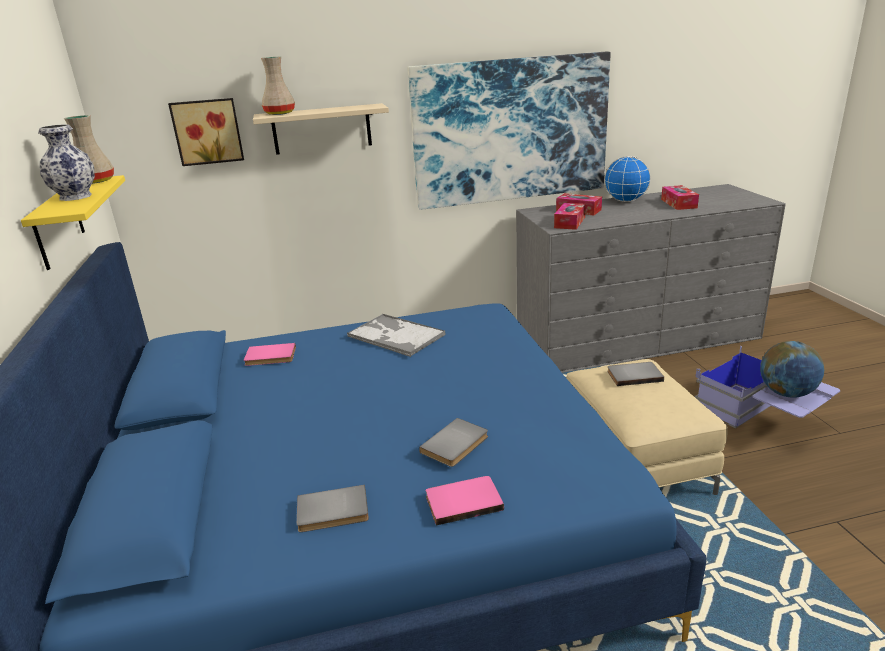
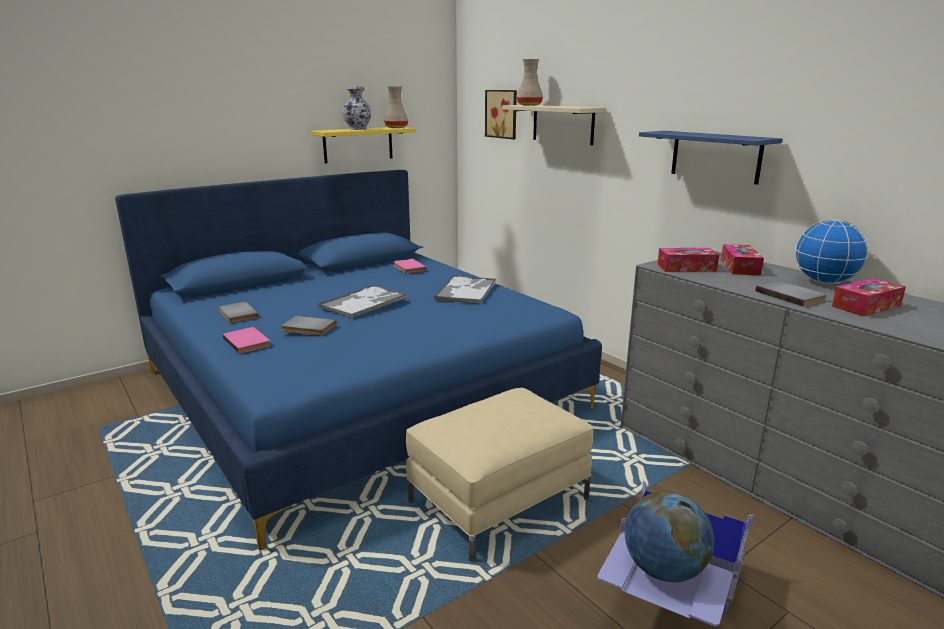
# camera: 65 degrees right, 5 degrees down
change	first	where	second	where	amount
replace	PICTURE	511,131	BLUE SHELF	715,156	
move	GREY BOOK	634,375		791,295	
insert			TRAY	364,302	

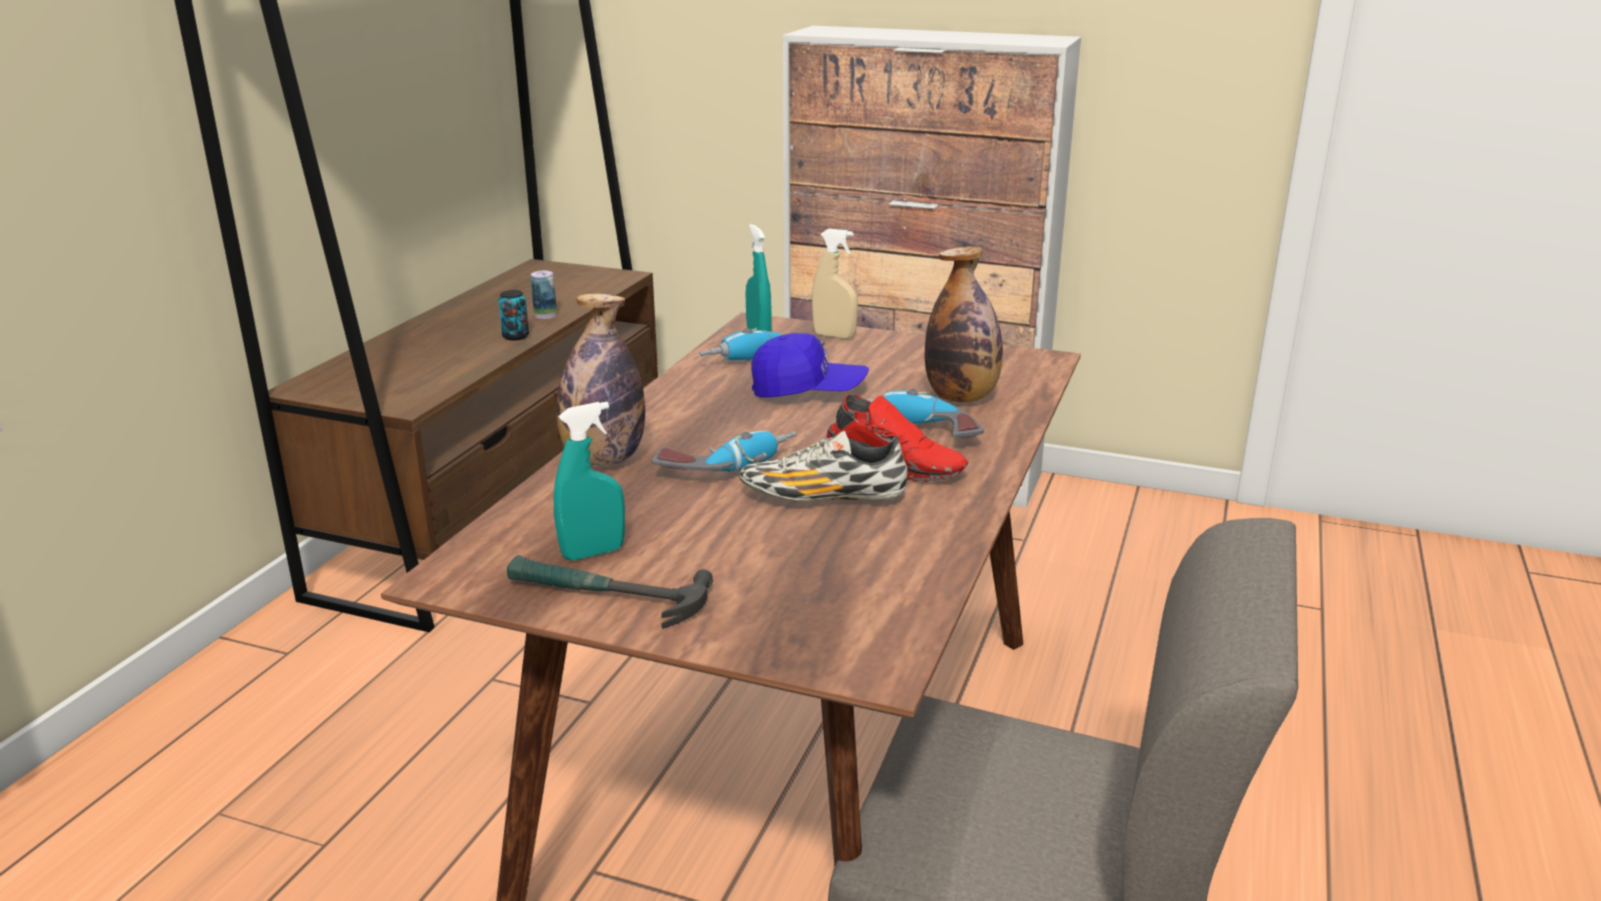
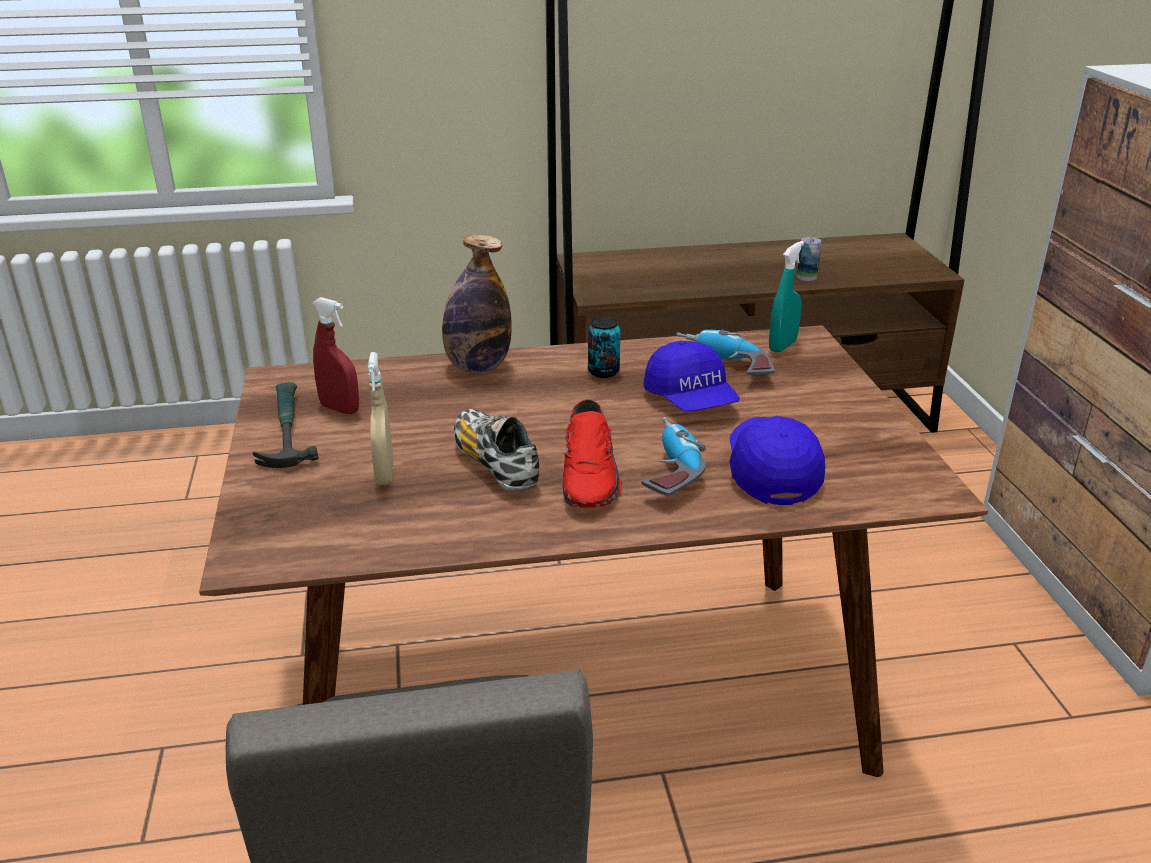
# camera: 60 degrees right, 5 degrees up
change	first	where	second	where	amount
move	CAN	515,336		603,372	
recolor	TURQUOISE SPRAY BOTTLE	593,553	RED SPRAY BOTTLE	340,409	
delete	POWER DRILL	727,466			
move	BEIGE SPRAY BOTTLE	834,336		384,474	
replace	BOTTLE	961,397	BLUE CAP	771,472	

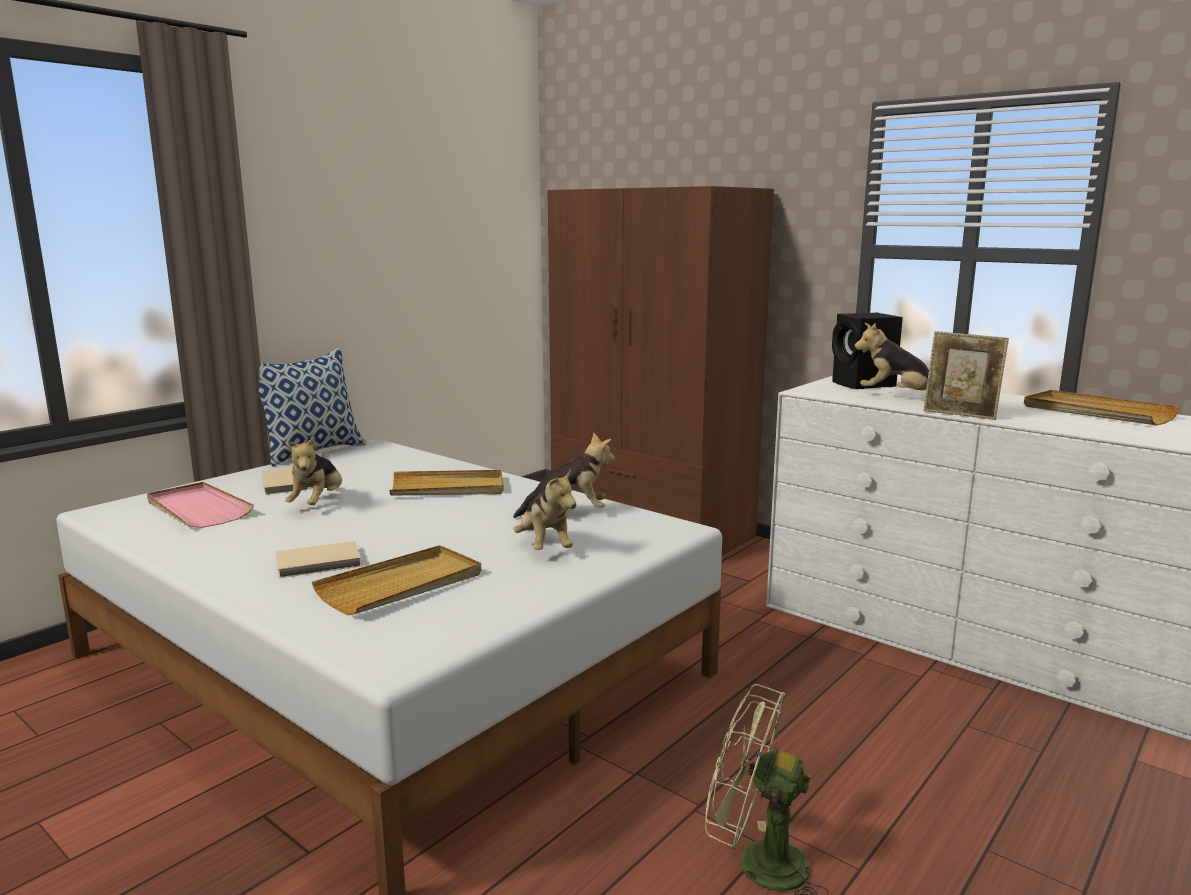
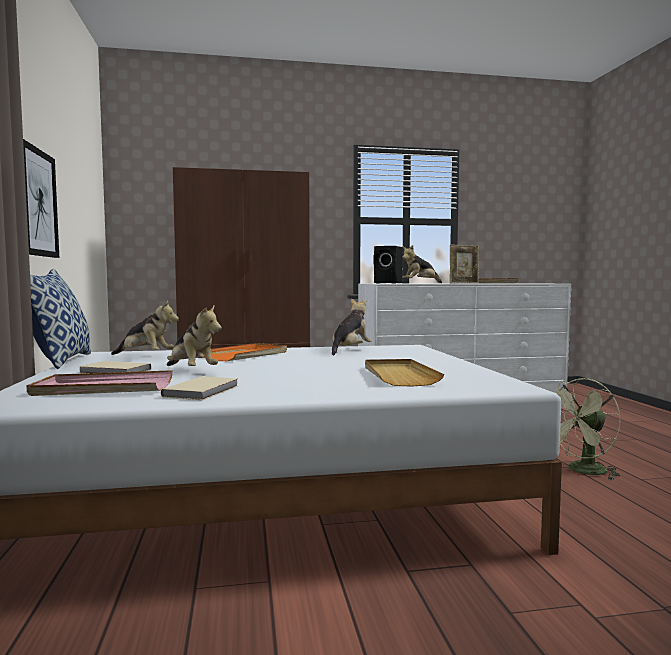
# camera: 50 degrees left, 10 degrees down
change	first	where	second	where	amount
move	BEIGE BOOK	320,563		203,391	
recolor	BEIGE TRAY	448,488	ORANGE TRAY	246,355	
move	PLUSH TOY	544,546		145,356	
insert			PICTURE	36,203	

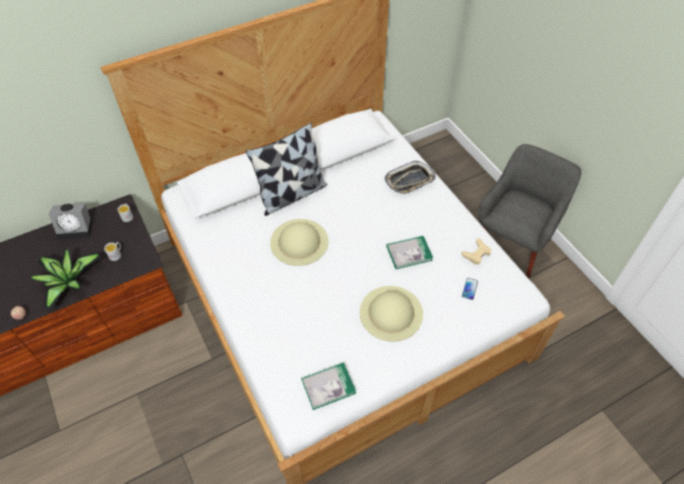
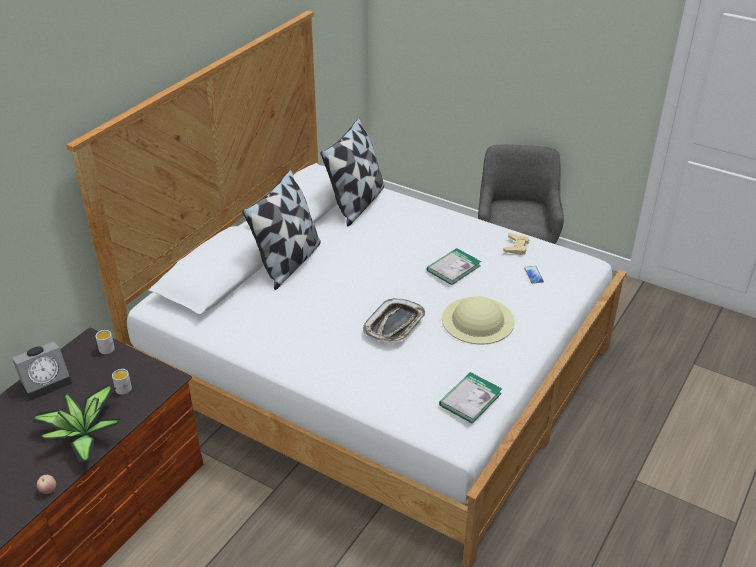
# camera: 30 degrees left, 15 degrees down
change	first	where	second	where	amount
delete	BEIGE HAT	299,241			
move	TRAY	409,180		395,325	
insert			PILLOW	356,204	

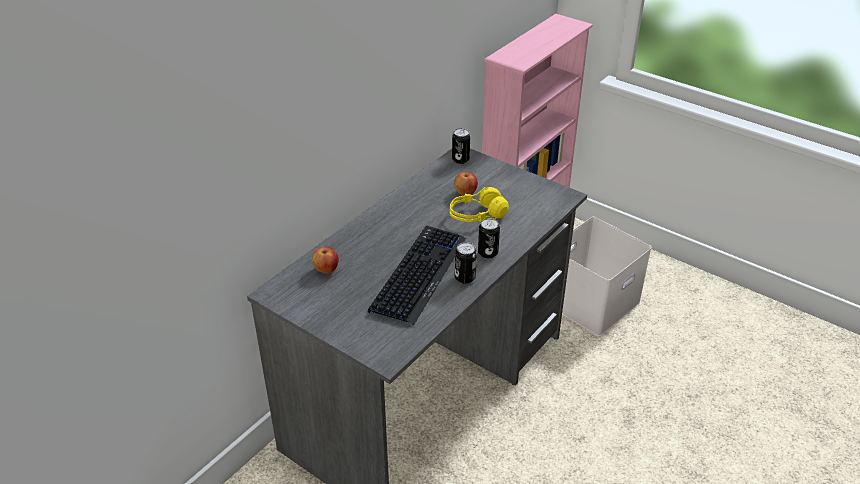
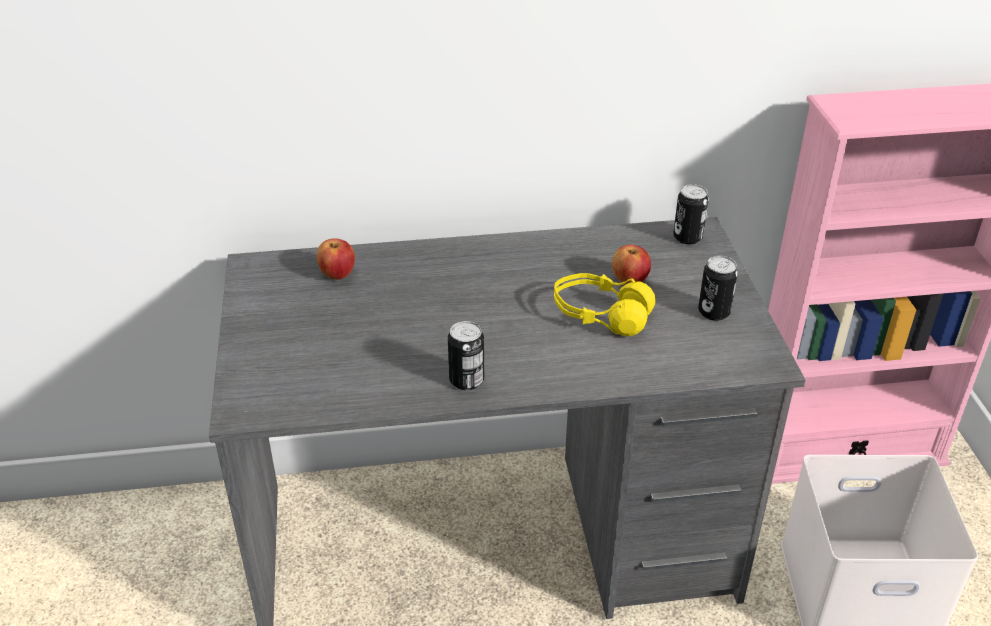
# camera: 45 degrees right, 0 degrees up
change	first	where	second	where	amount
delete	KEYBOARD	419,274			
move	CAN	488,253		714,312	

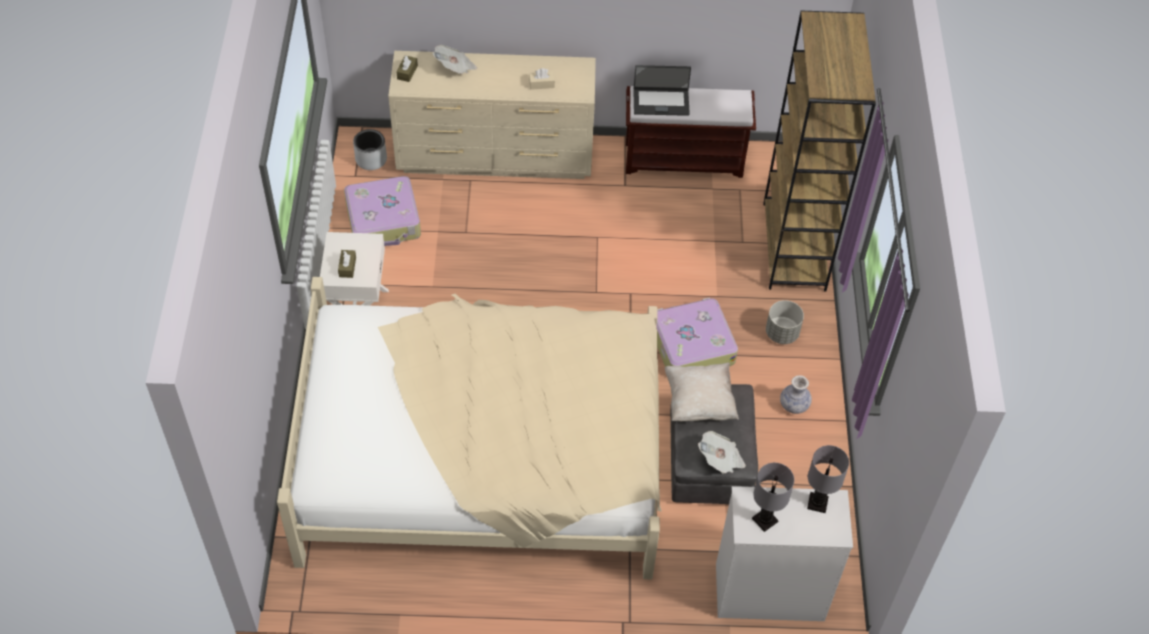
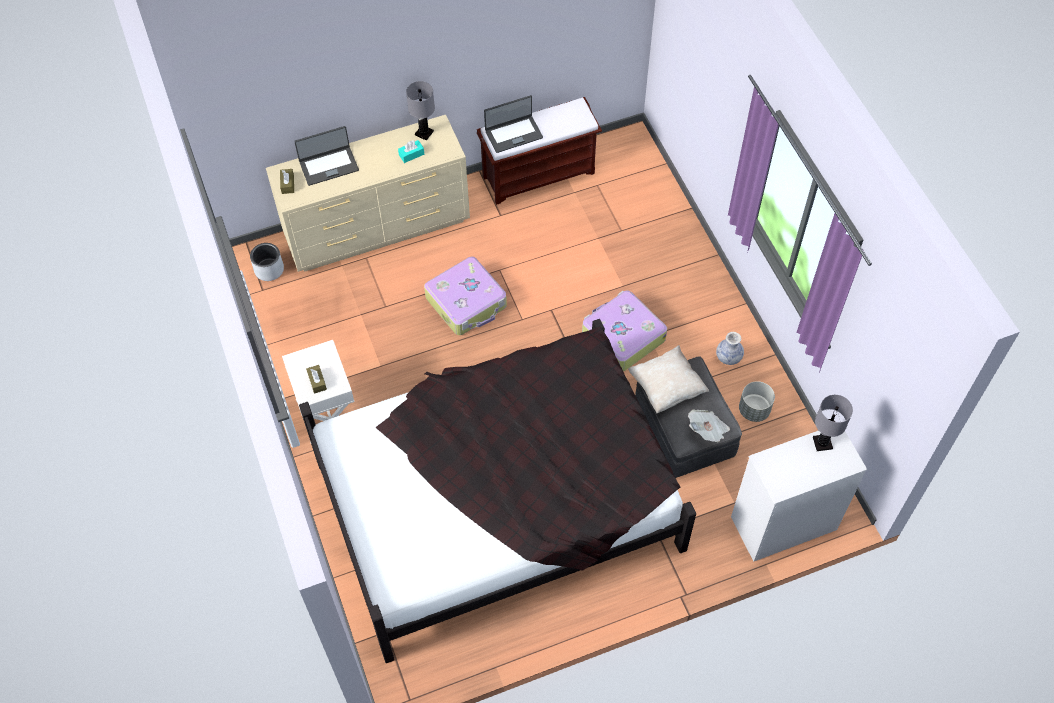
# camera: 20 degrees left, 5 degrees up
change	first	where	second	where	amount
recolor	BEIGE BED	484,458	BLACK BED	499,501	
move	SUITCASE	384,221		467,302	
replace	NEWSPAPER	455,68	LAPTOP	328,165	
recolor	BEIGE TISSUE BOX	541,84	TURQUOISE TISSUE BOX	411,154	
move	GREY TABLE LAMP	764,520		424,133	
delete	BROWN BOOKCASE	794,247			
move	GREY PLANTER	782,333		754,410	

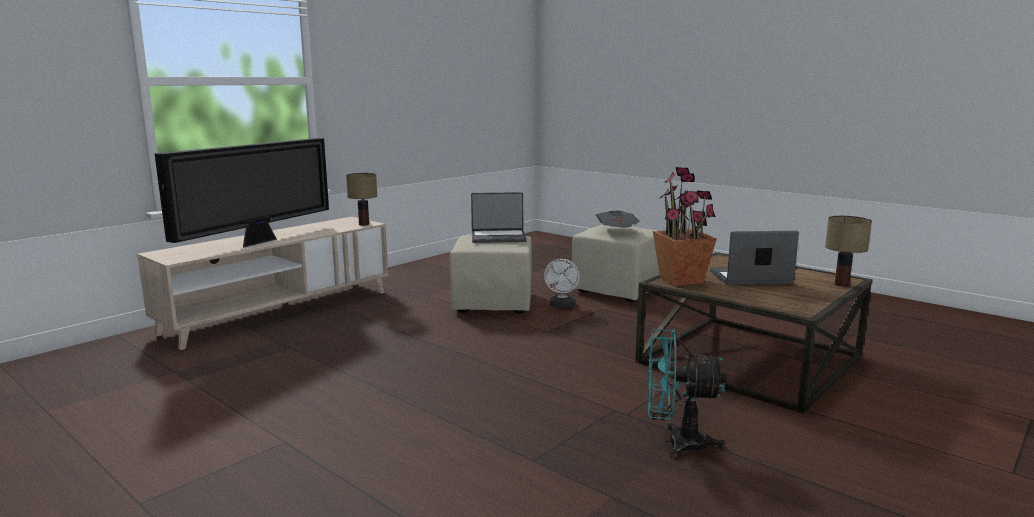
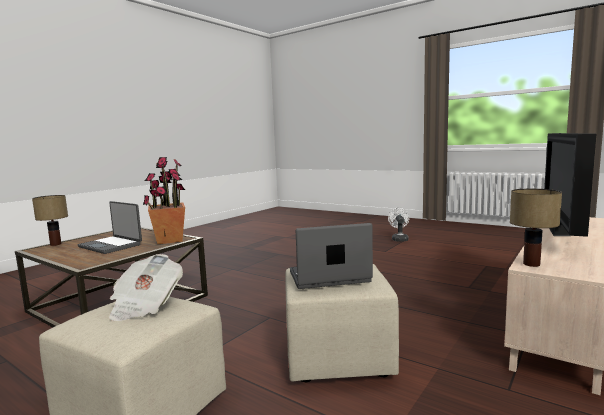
# camera: 175 degrees right, 5 degrees down
change	first	where	second	where	amount
move	WHITE FAN	562,306		399,239	
delete	TURQUOISE FAN	676,443			
rotate	LAPTOP	750,278		111,245	45 degrees clockwise

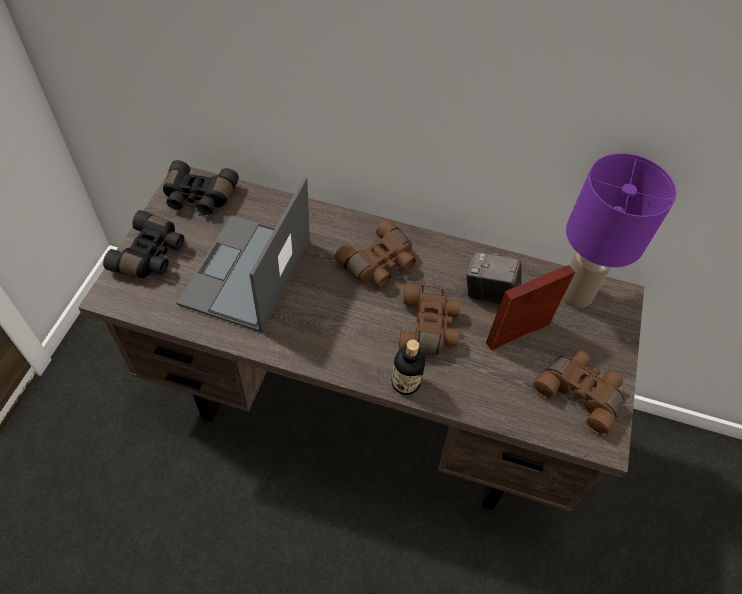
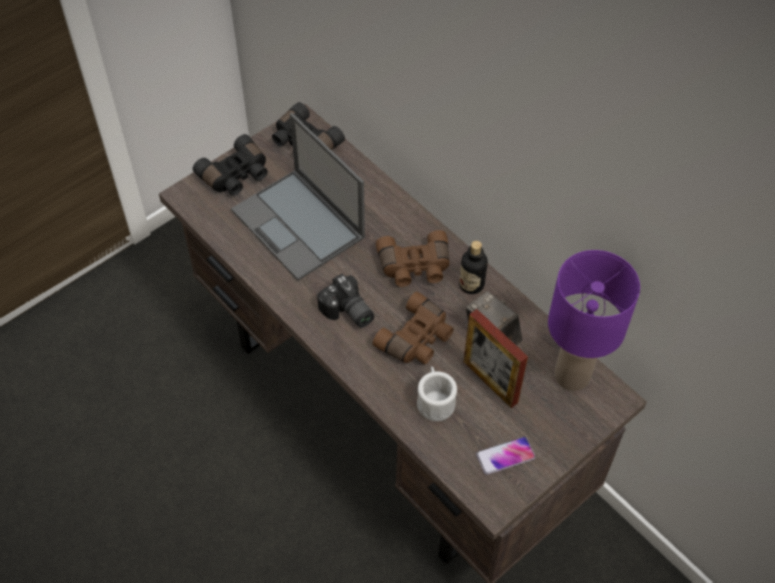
# camera: 35 degrees right, 0 degrees up
change	first	where	second	where	amount
rotate	LAPTOP	246,273		299,225	90 degrees counterclockwise
move	BOTTLE	405,383		471,284	
rotate	PICTURE FRAME	517,333		490,382	135 degrees counterclockwise
replace	BROWN BINOCULARS	580,393	PHONE	505,456	
insert			PHOTO CAMERA	347,312	
insert			WHITE MUG	435,400	

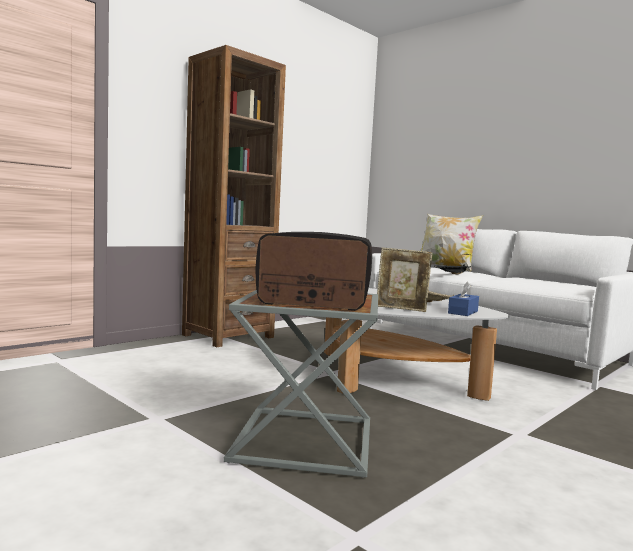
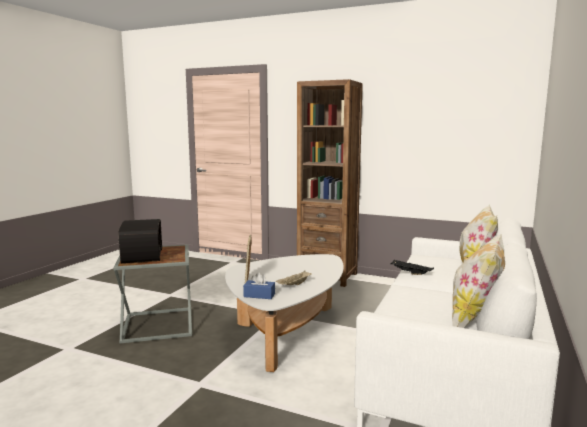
# camera: 70 degrees right, 5 degrees up
change	first	where	second	where	amount
insert			PILLOW	475,320	

